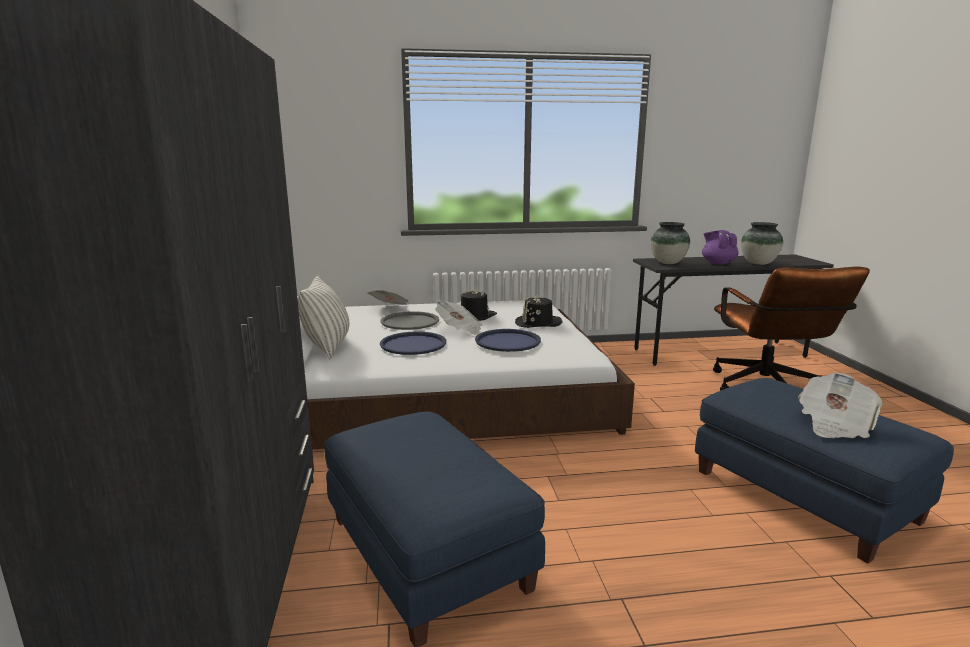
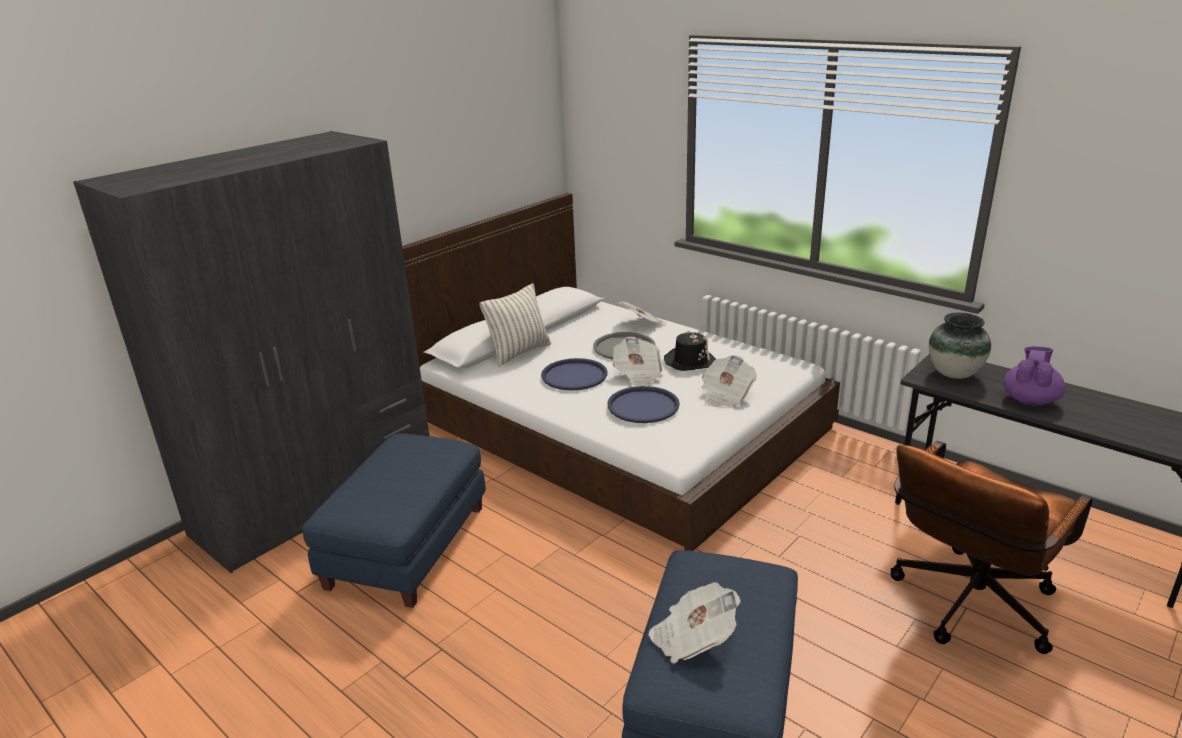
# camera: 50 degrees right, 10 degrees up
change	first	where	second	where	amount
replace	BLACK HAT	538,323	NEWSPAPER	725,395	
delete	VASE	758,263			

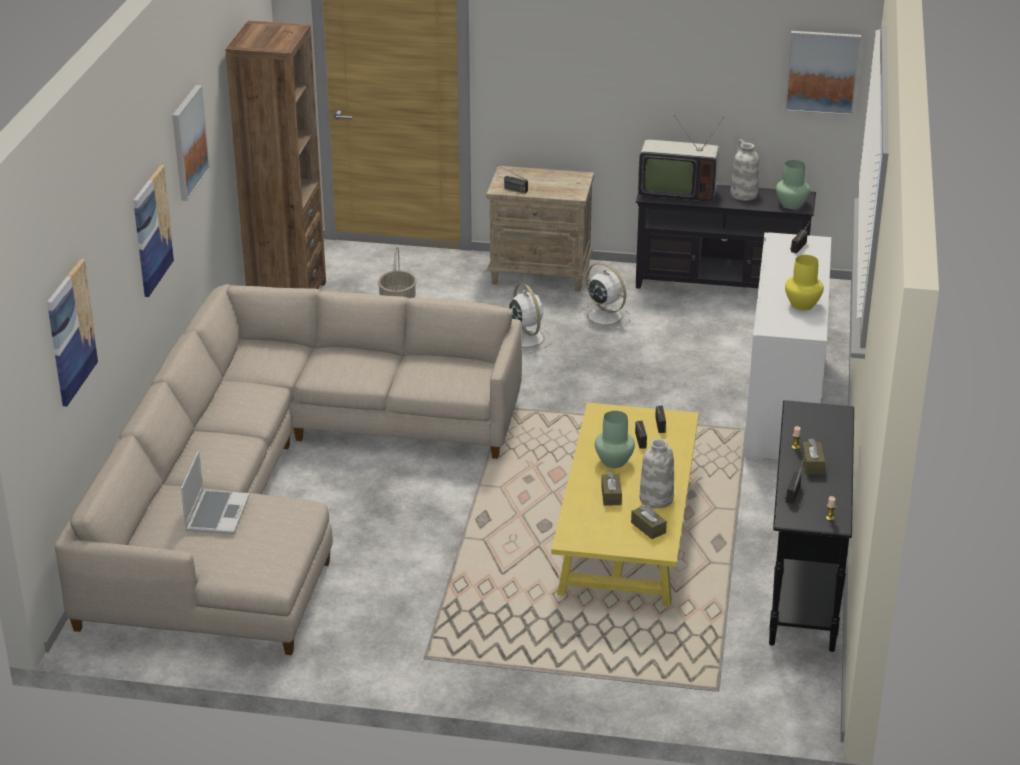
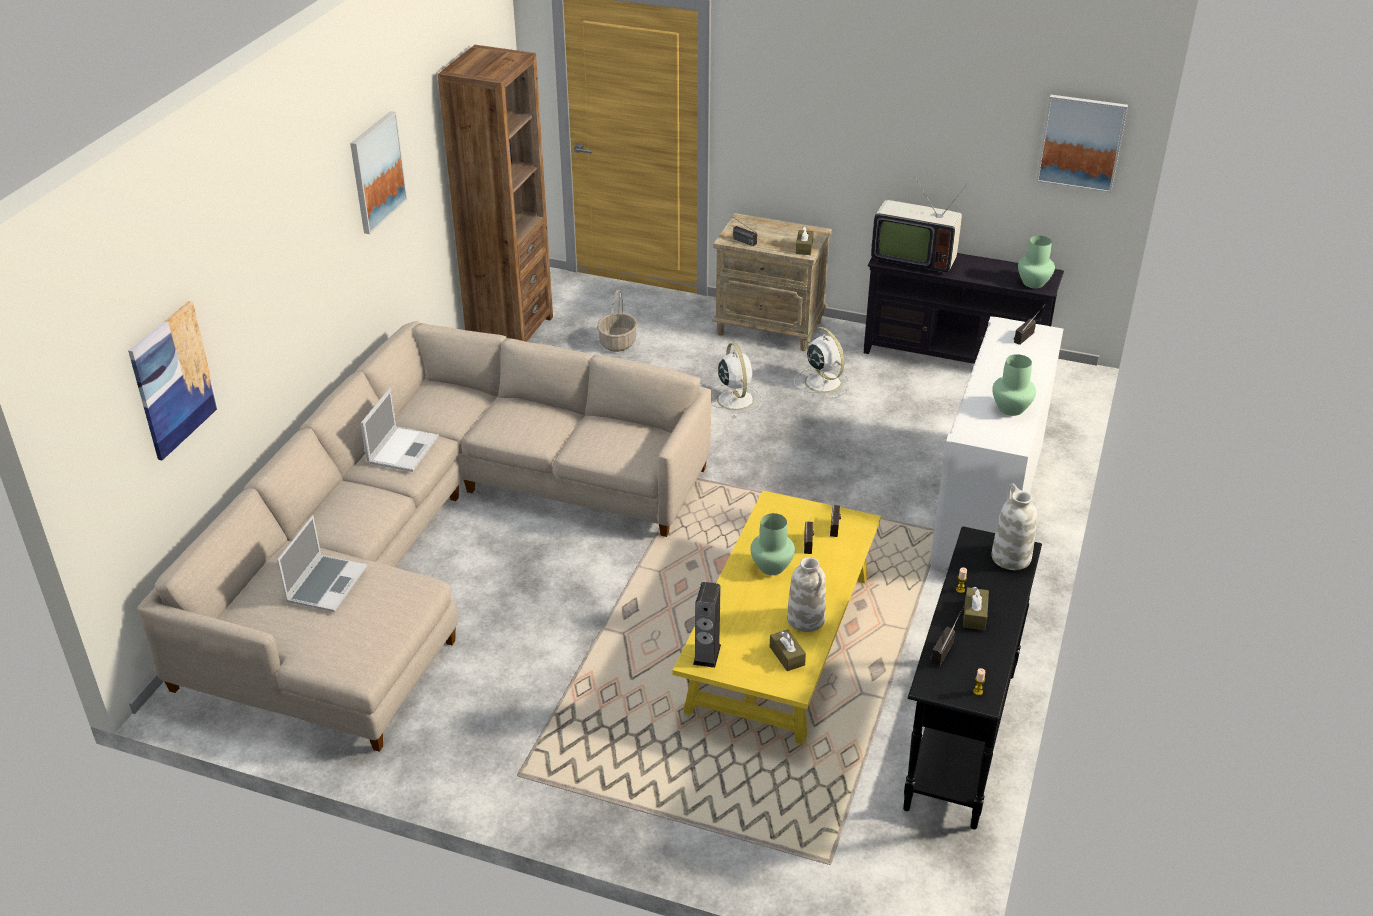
# camera: 10 degrees right, 5 degrees up
change	first	where	second	where	amount
delete	PICTURE	152,230			
move	BROWN TISSUE BOX	611,495		804,248	
move	WHITE VASE	743,194		1010,557	
recolor	YELLOW VASE	803,305	GREEN VASE	1011,409	
insert			LAPTOP	403,449	
insert			SPEAKER	707,654	

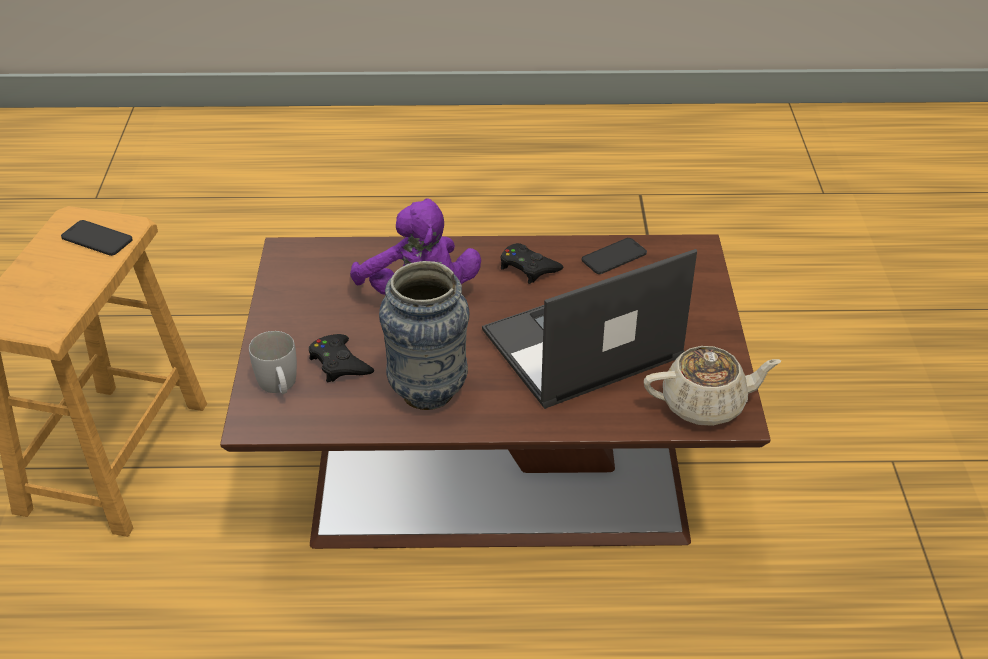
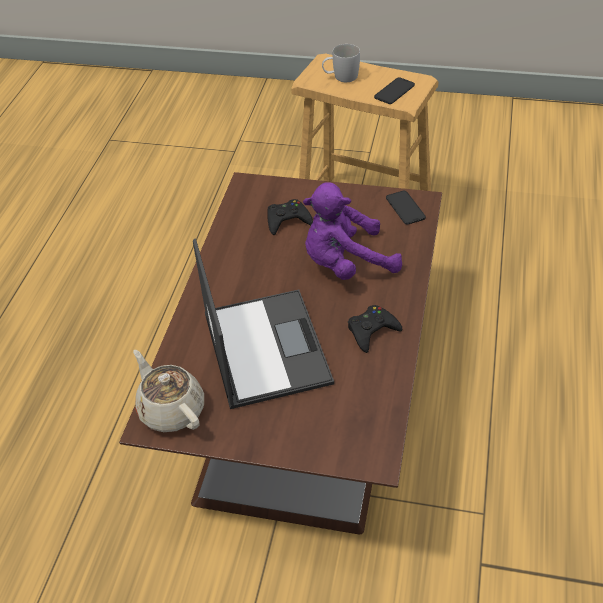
# camera: 105 degrees right, 5 degrees up
change	first	where	second	where	amount
move	WHITE MUG	279,386		341,77	
delete	VASE	428,392			
move	PHONE	614,257		405,208	
rotate	BEIGE TEAPOT	705,405		171,409	135 degrees clockwise

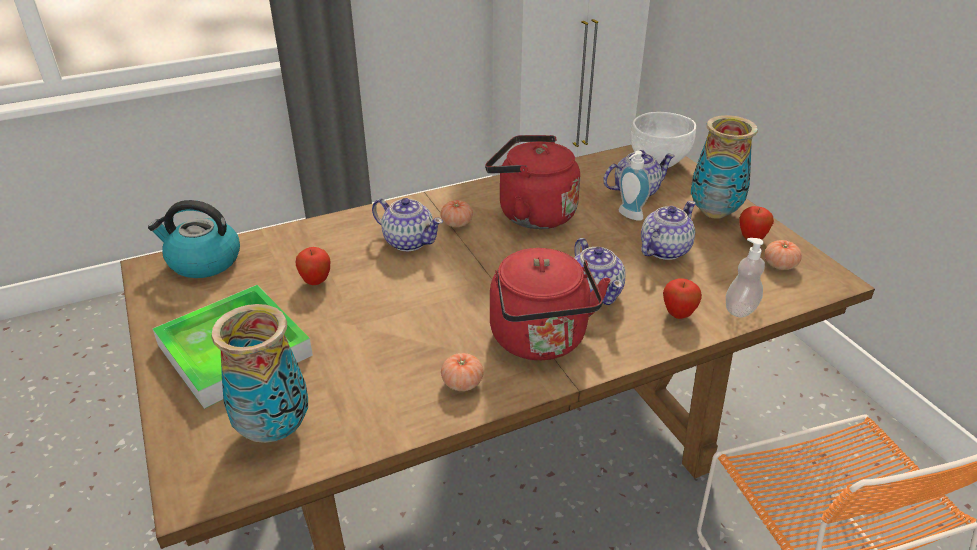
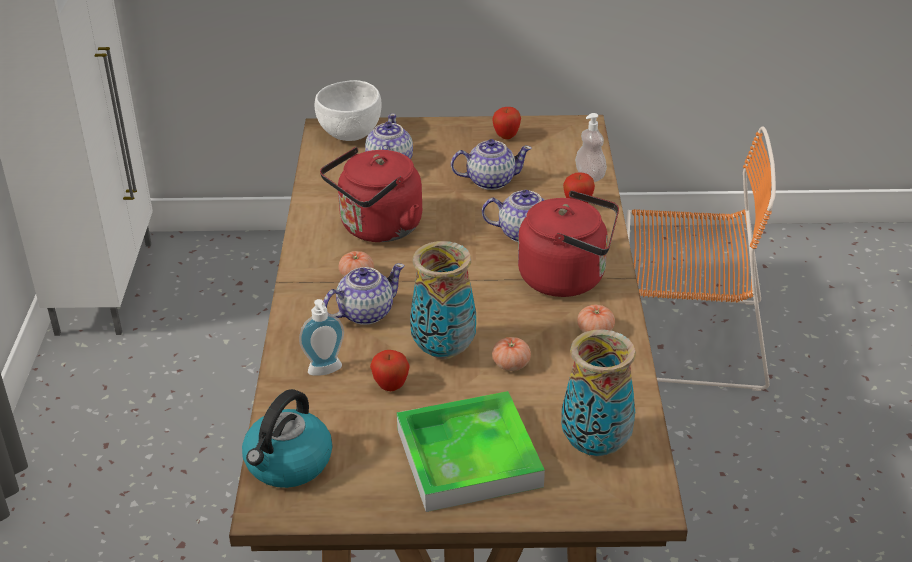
# camera: 65 degrees left, 0 degrees up
change	first	where	second	where	amount
move	SOAP DISPENSER	628,216		326,372	
rotate	TEAPOT	664,250		490,181	105 degrees clockwise
move	VASE	713,212		443,350	
move	TOMATO	780,265		511,364	

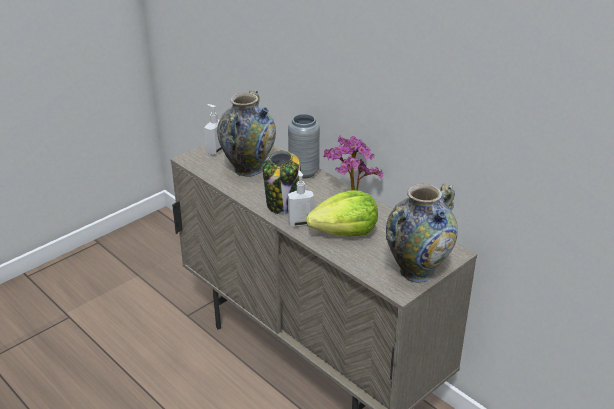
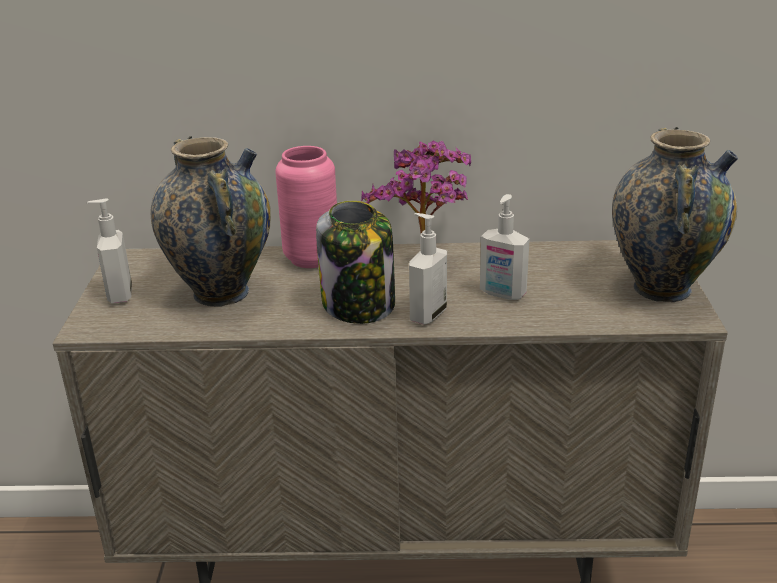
# camera: 45 degrees left, 5 degrees down
change	first	where	second	where	amount
recolor	GREY VASE	303,172	PINK VASE	311,258	
replace	LETTUCE	345,232	SOAP DISPENSER	502,294	

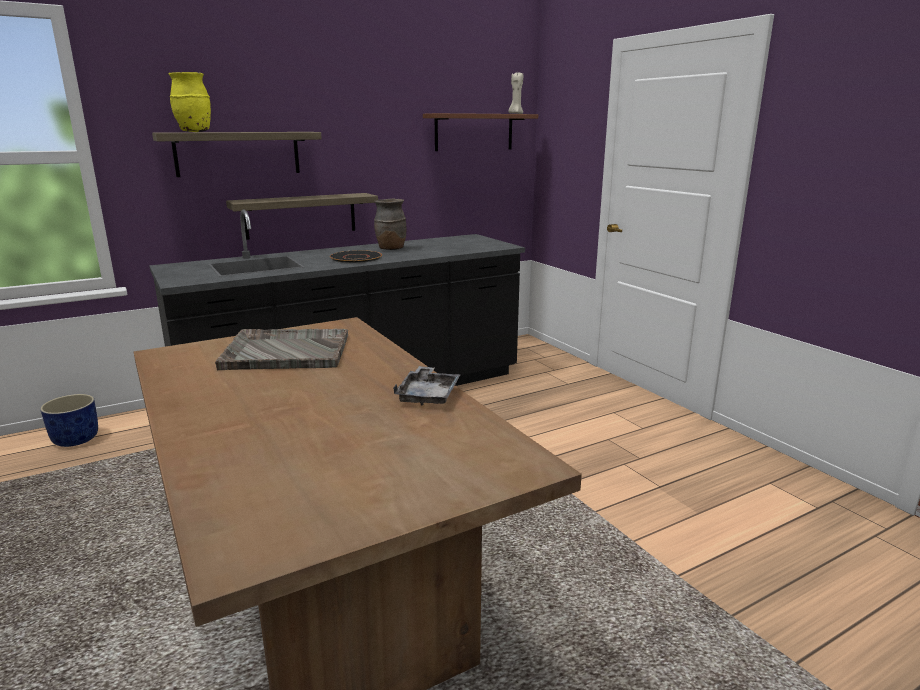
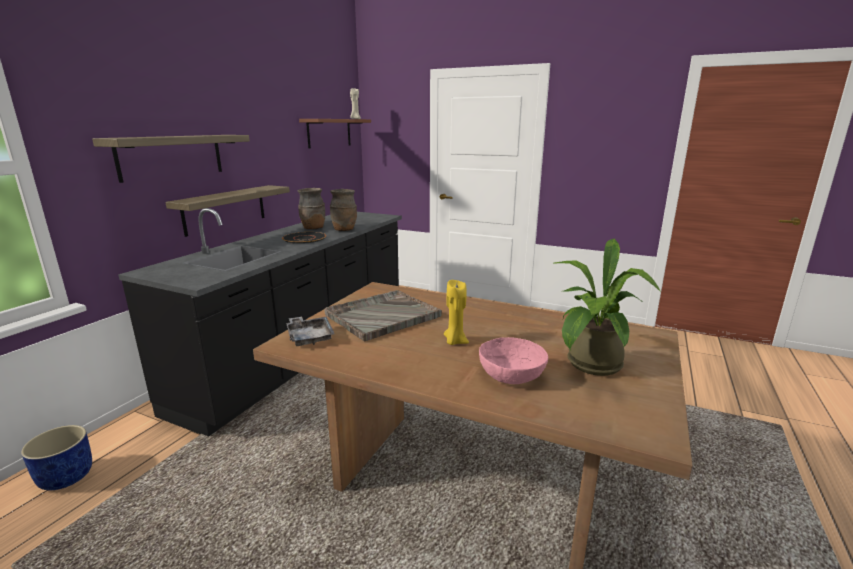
# camera: 35 degrees left, 0 degrees up
change	first	where	second	where	amount
delete	YELLOW VASE	194,132			
move	GREY TRAY	428,395		309,337	
insert			BROWN VASE	344,230	
insert			YELLOW CANDLE	454,341	
insert			PINK BOWL	510,375	
insert			POTTED PLANT	591,366	

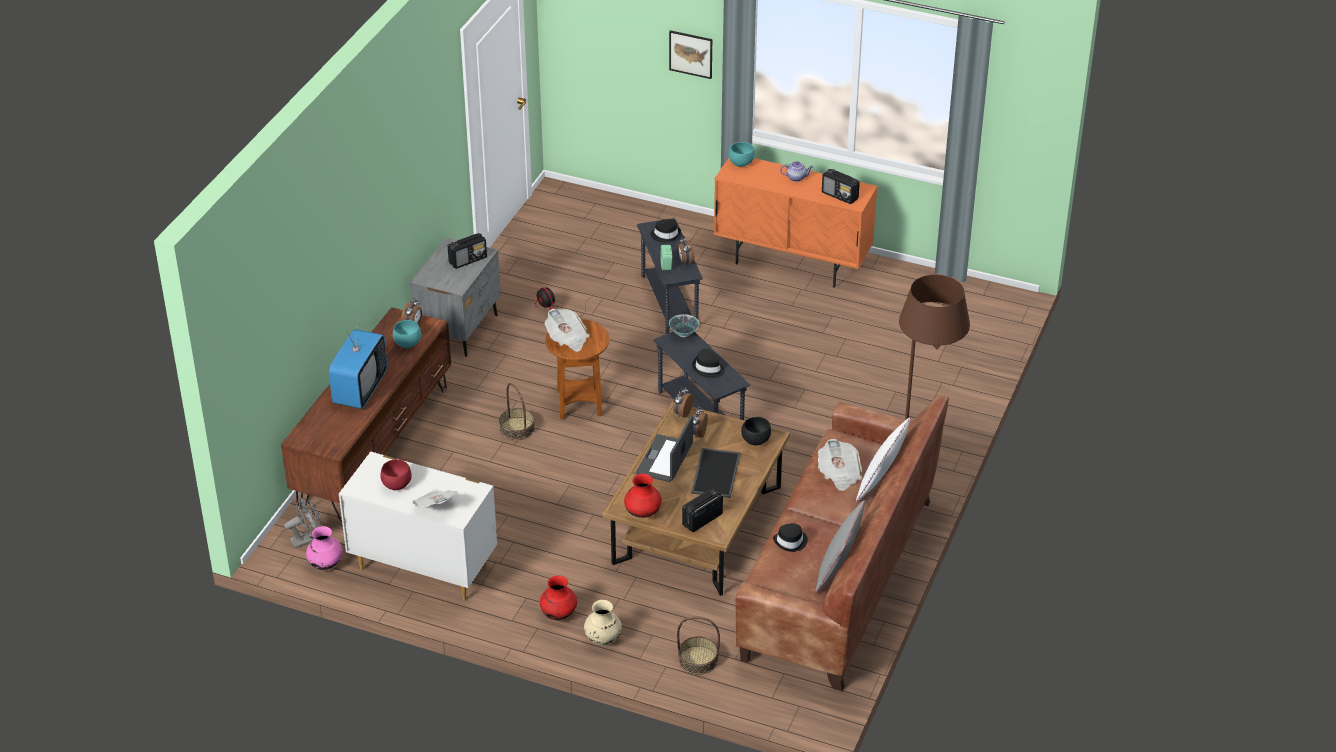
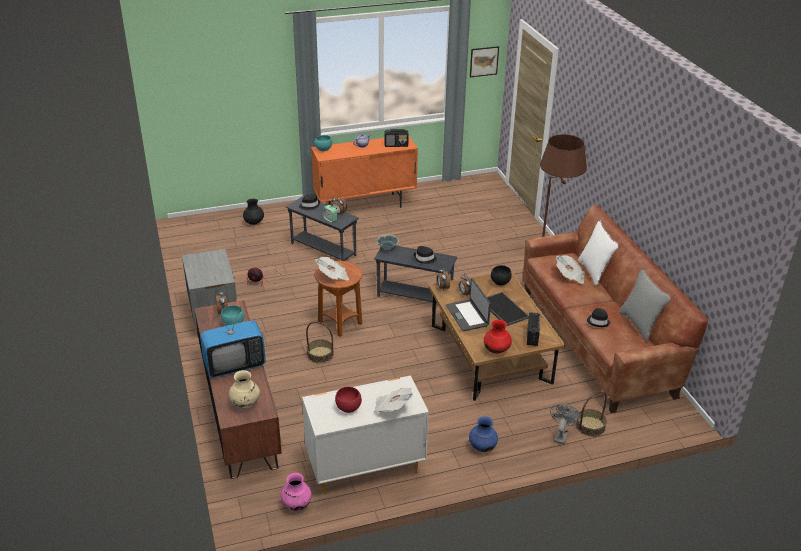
# camera: 40 degrees left, 5 degrees down
change	first	where	second	where	amount
move	GREY FAN	307,539		561,435	
rotate	TELEVISION	360,389		235,366	90 degrees clockwise
delete	RADIO	468,260			
recolor	RED VASE	558,614	BLUE VASE	482,447	
move	BEIGE VASE	603,639		245,404	
move	PICTURE	691,54		484,61	
insert			BLACK VASE	254,223	

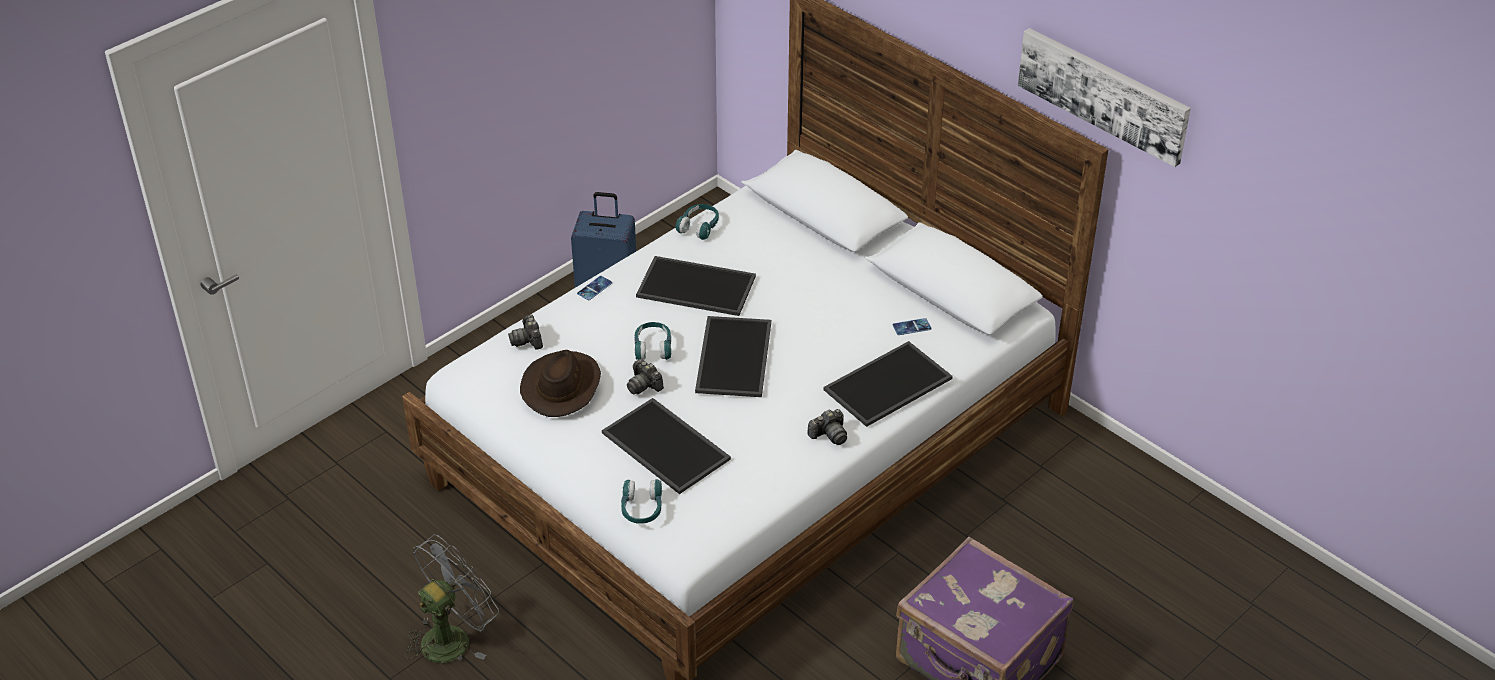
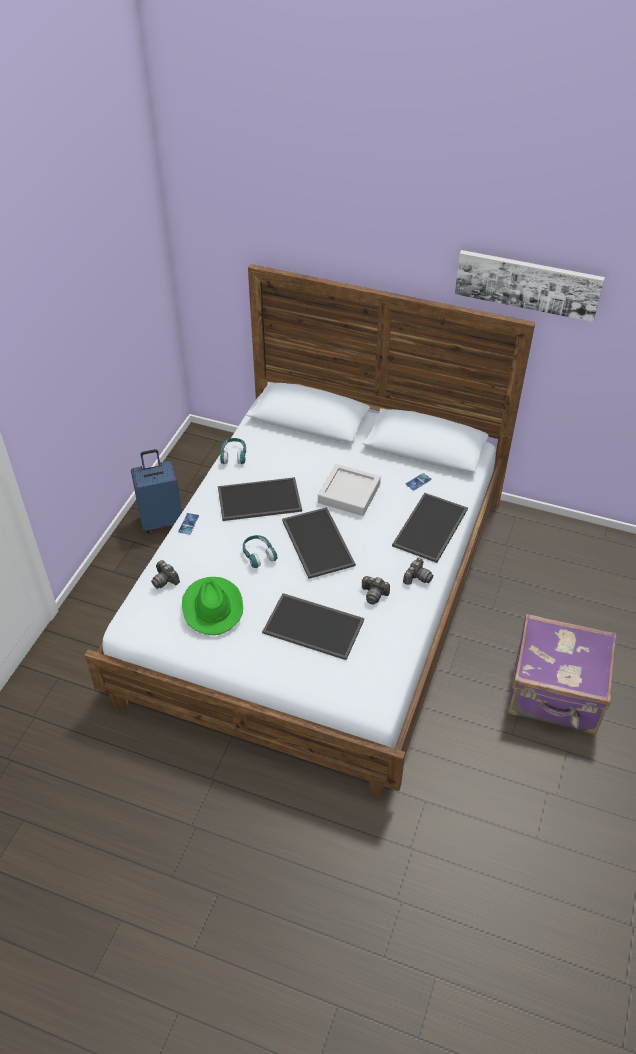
# camera: 25 degrees left, 5 degrees up
change	first	where	second	where	amount
delete	GREY FAN	453,637			
recolor	BROWN HAT	561,386	GREEN HAT	212,607	
delete	TURQUOISE HEADPHONES	641,509			
move	PHOTO CAMERA	644,385		374,594	
insert			GREY TRAY	349,493	

